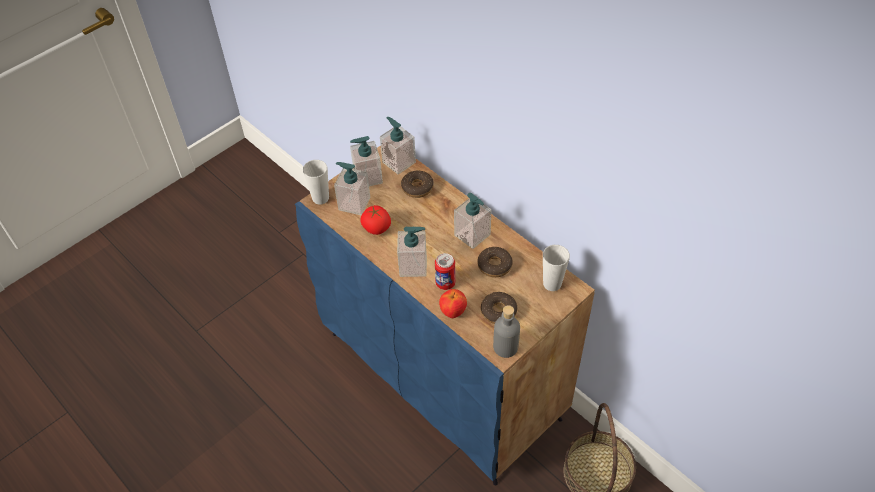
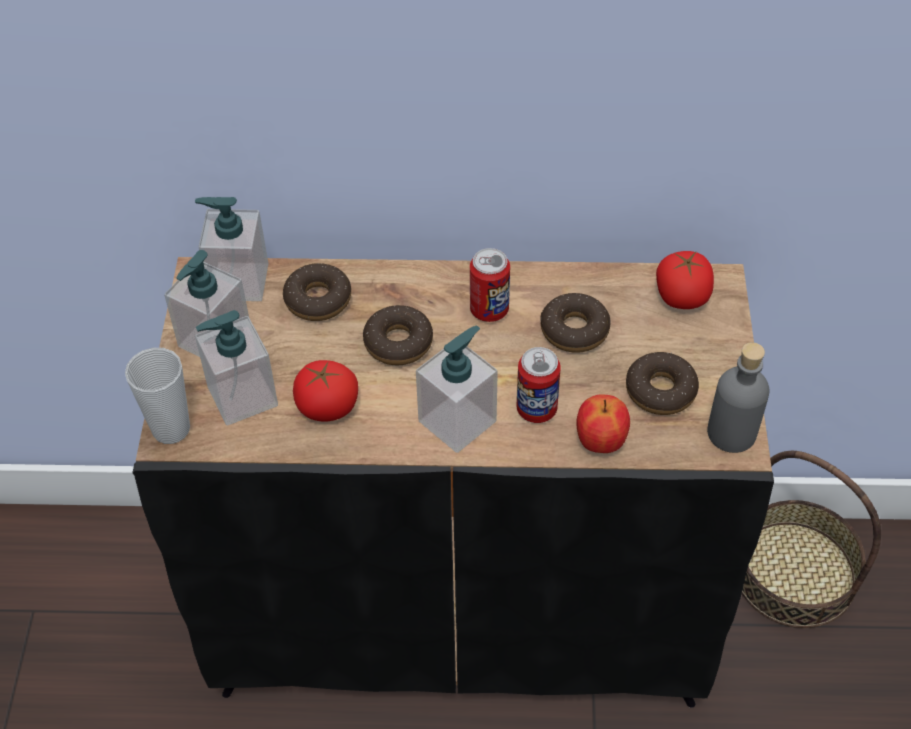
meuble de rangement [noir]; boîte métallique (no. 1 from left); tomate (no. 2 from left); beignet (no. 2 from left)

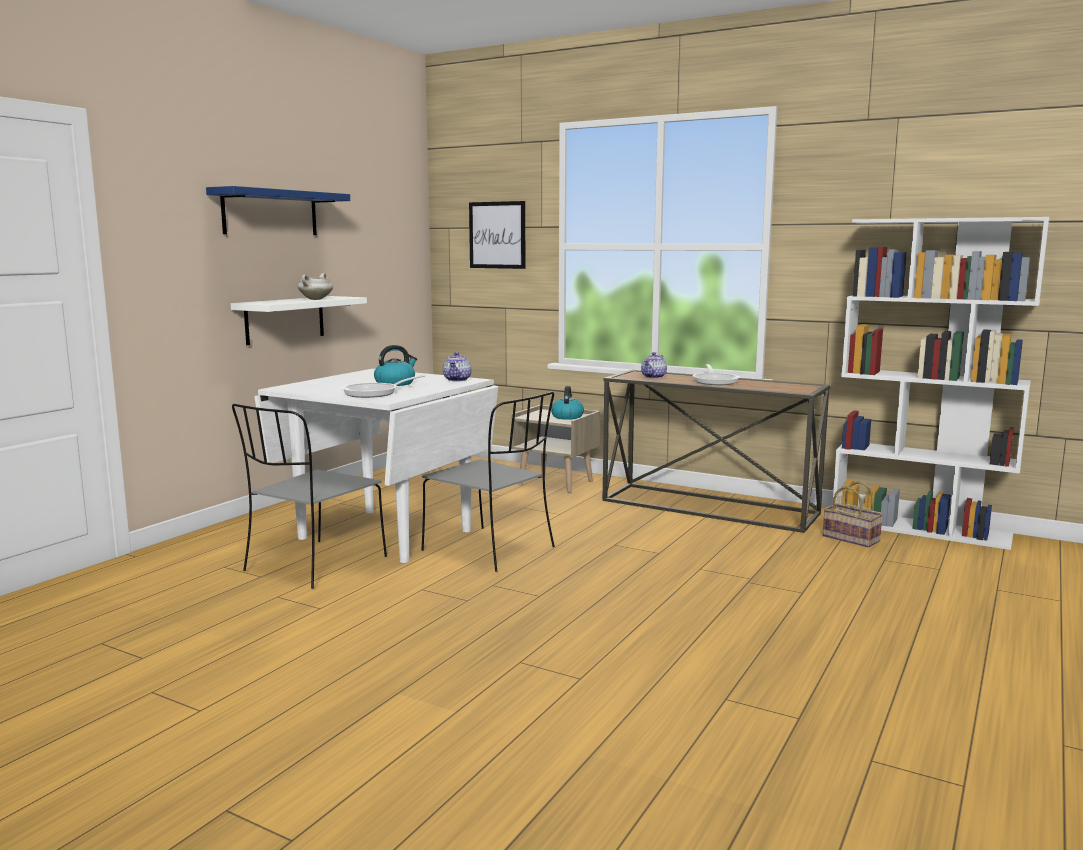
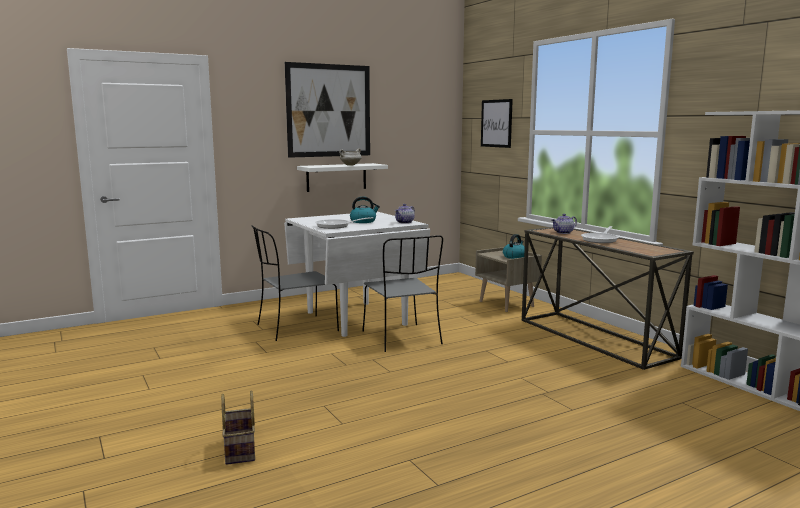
tableau (no. 1 from left); panier

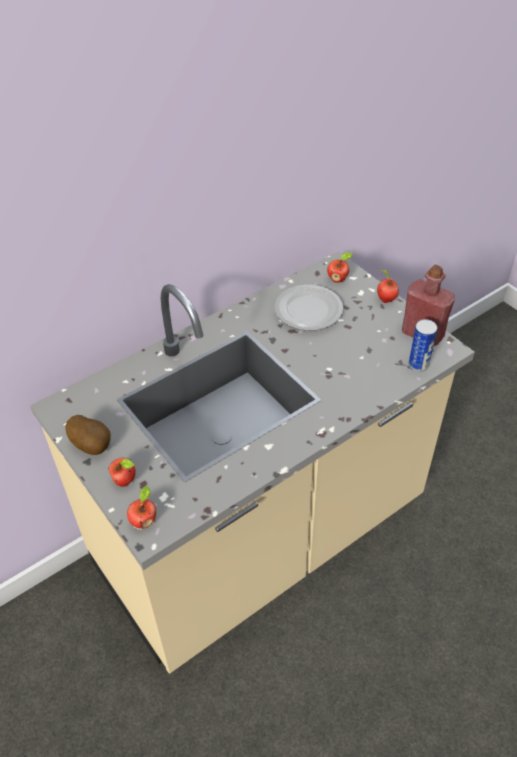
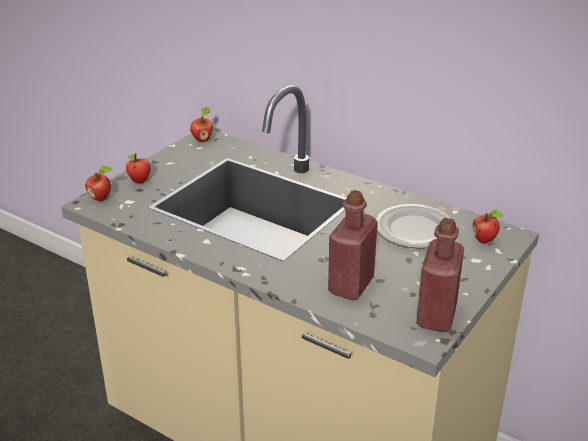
pomme (no. 3 from left); boîte métallique; pomme de terre; bouteille [rouge] (no. 1 from left)

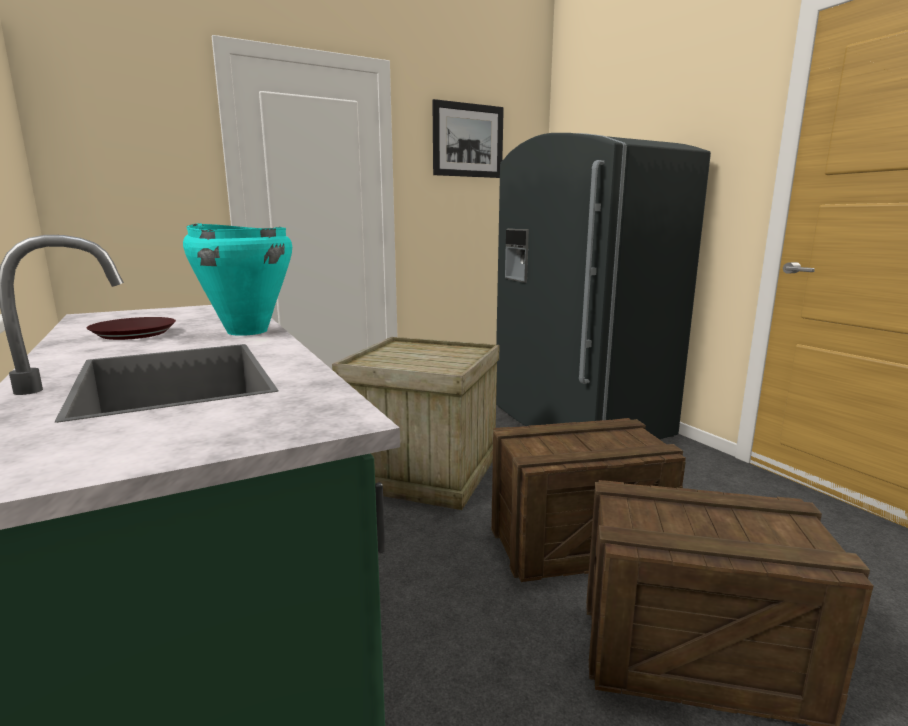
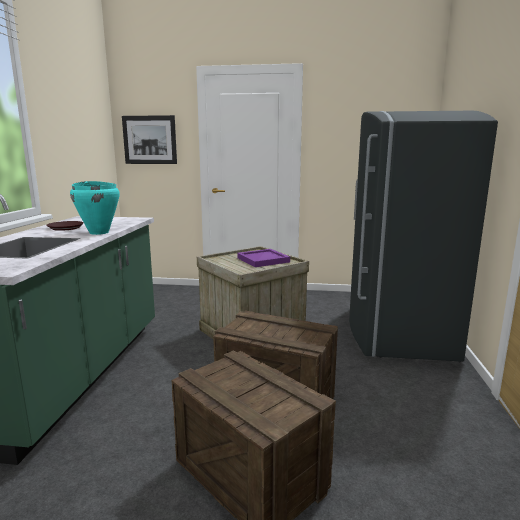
tableau; plateau [violet]

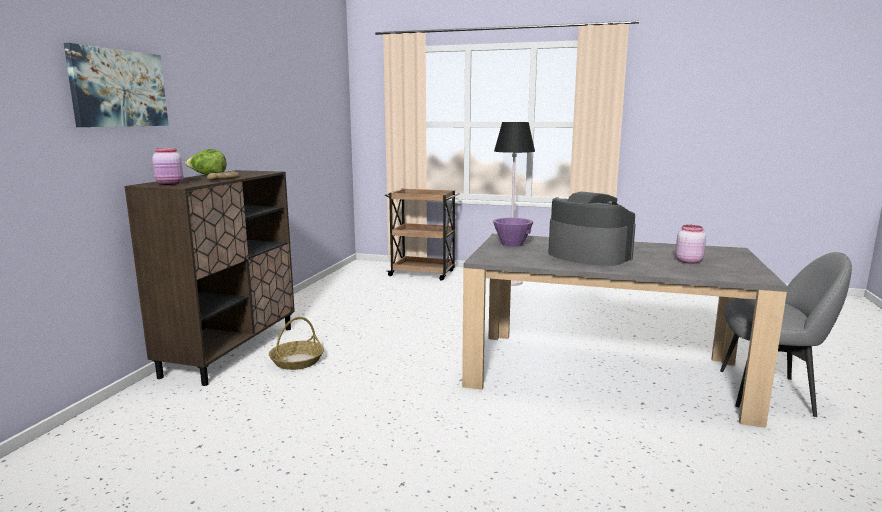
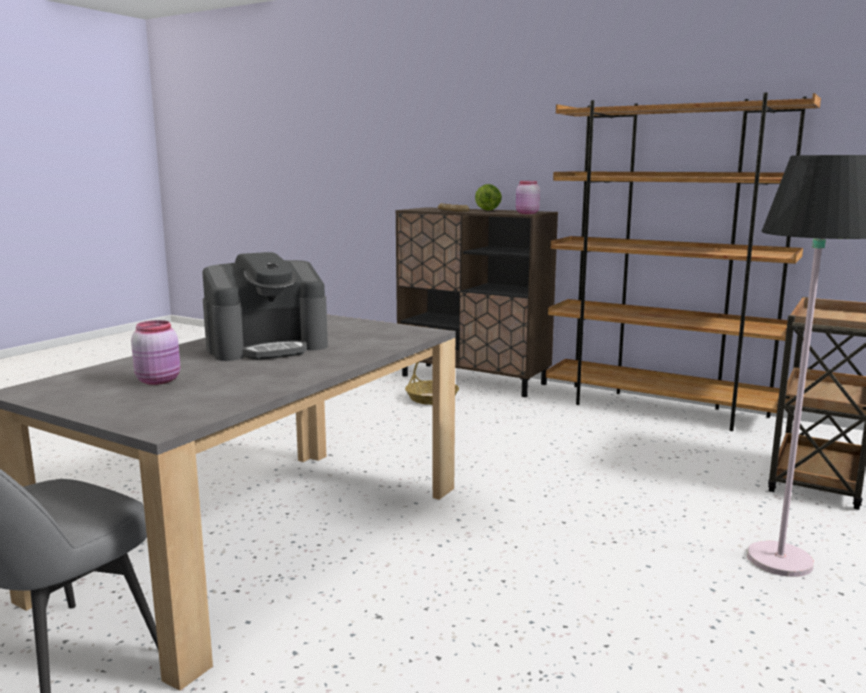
tableau; bocal [rose] (no. 2 from left); bol [violet]; bibliothèque [marron]

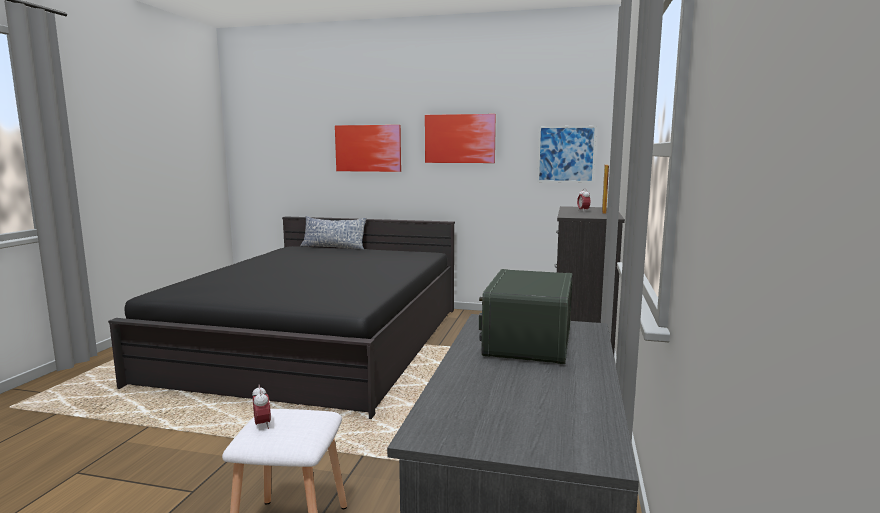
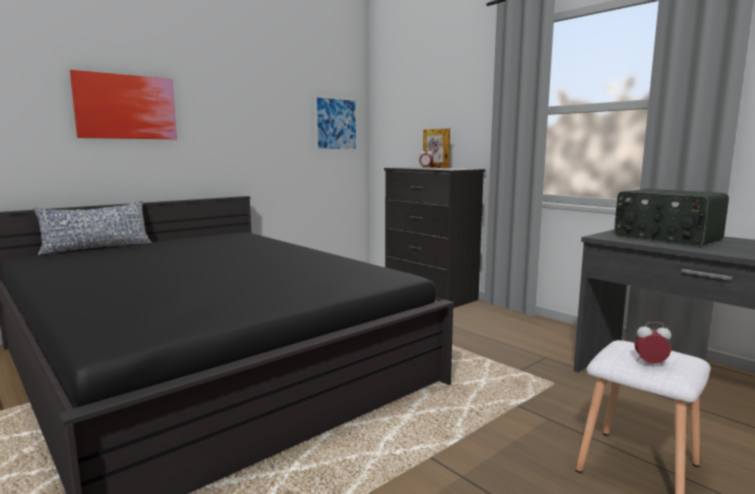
tableau (no. 2 from left in the first image)

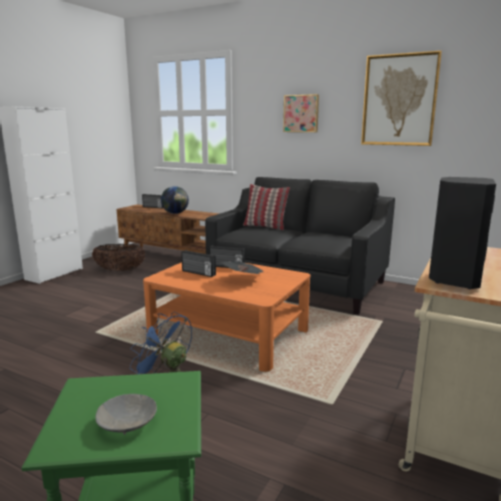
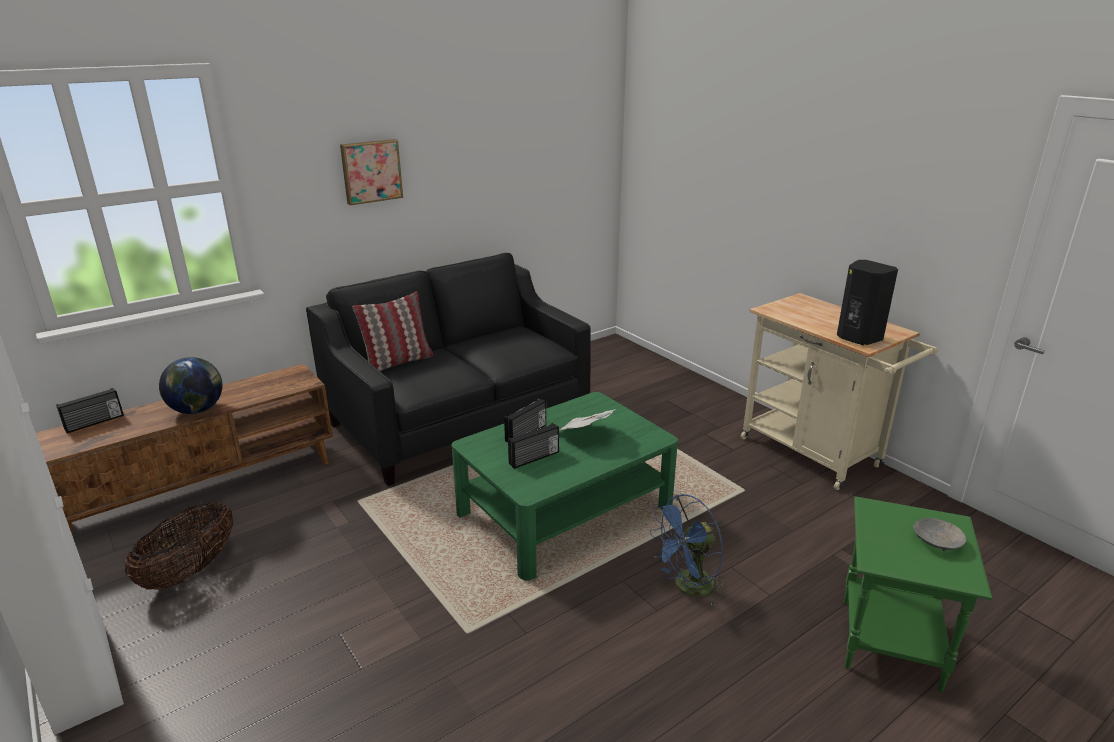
tableau (no. 2 from left in the first image); table basse [vert]

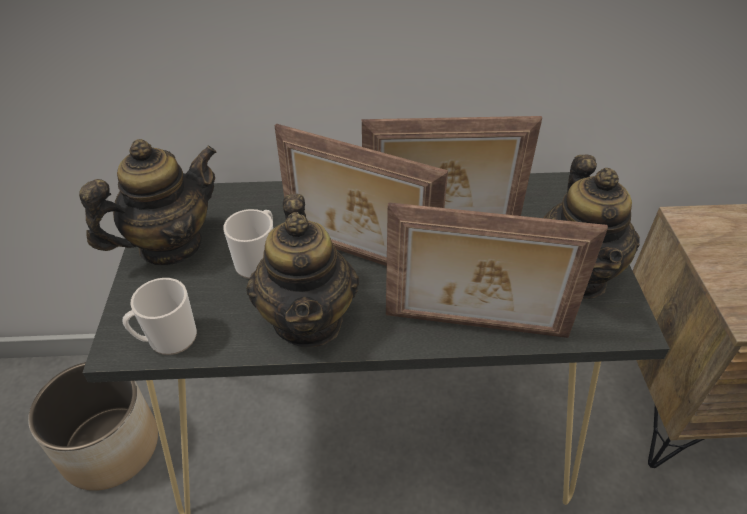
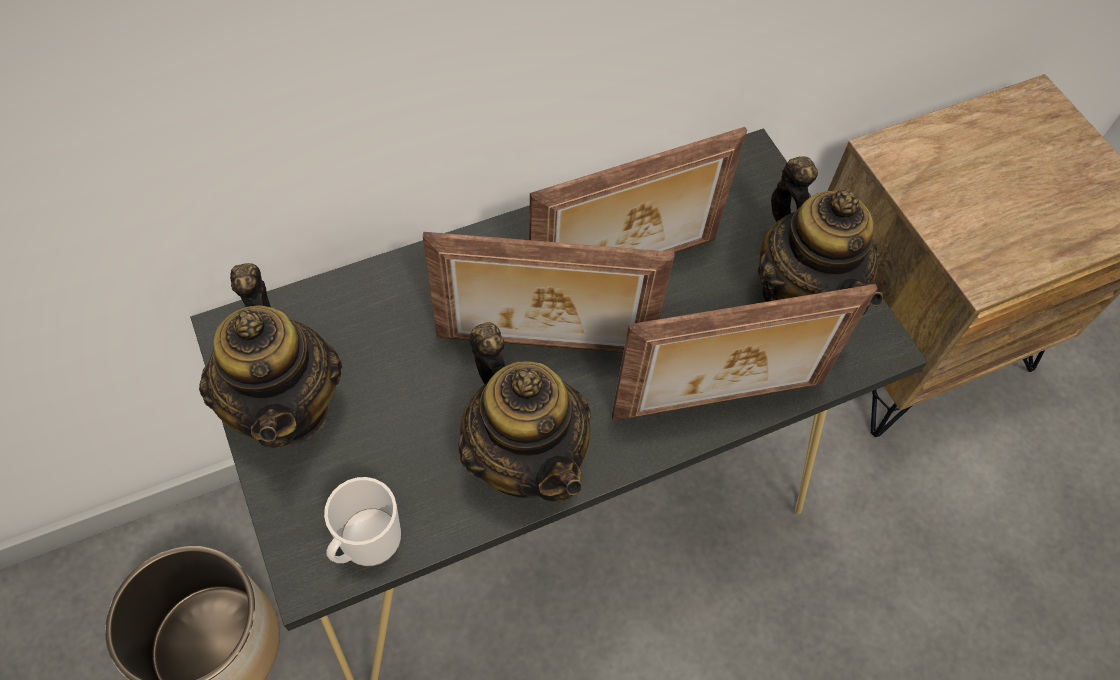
théière (no. 1 from left); mug (no. 2 from left in the first image)

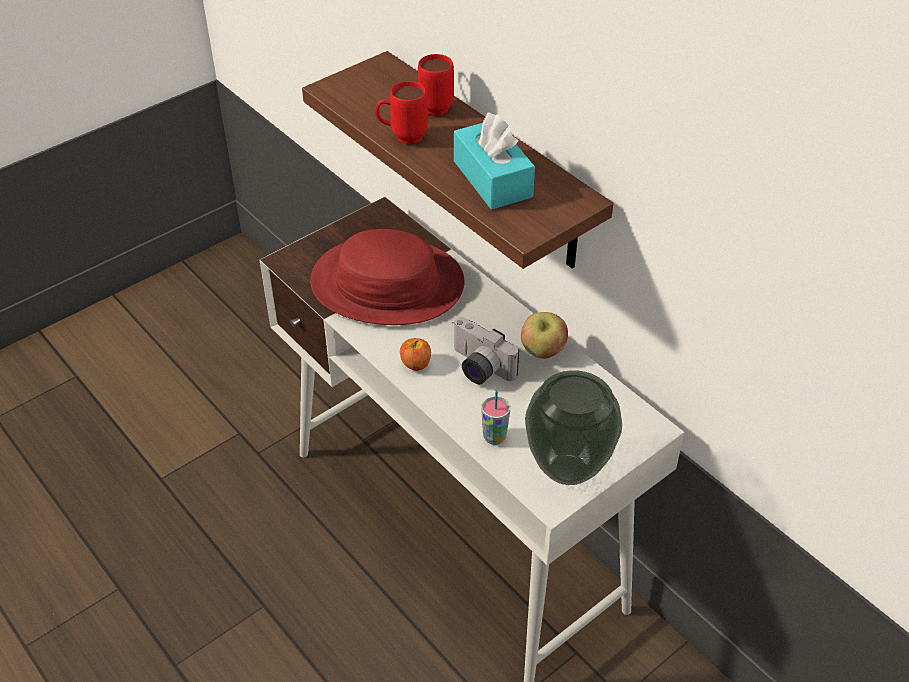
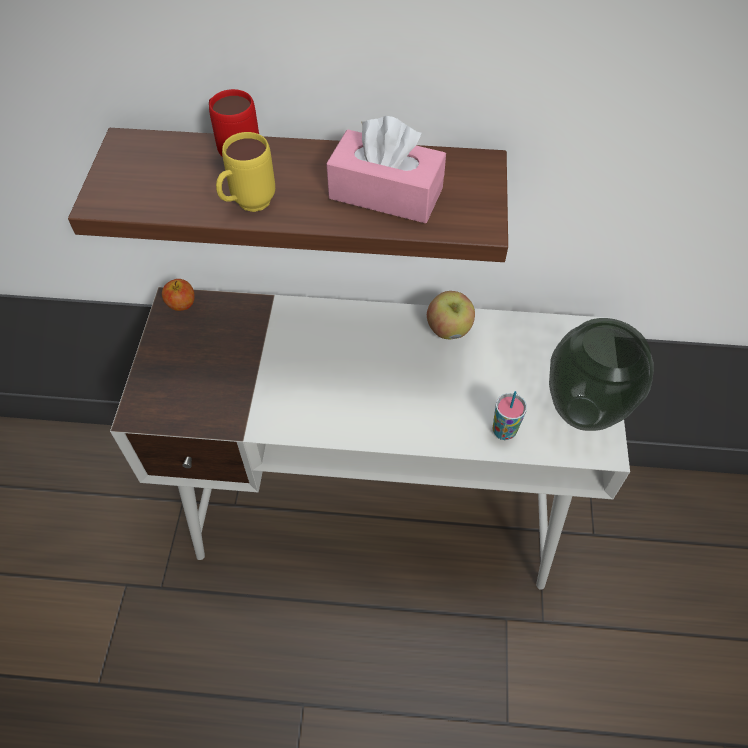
mug [jaune]; boîte à mouchoirs [rose]; chapeau [rouge]; appareil photo; pomme (no. 1 from left)

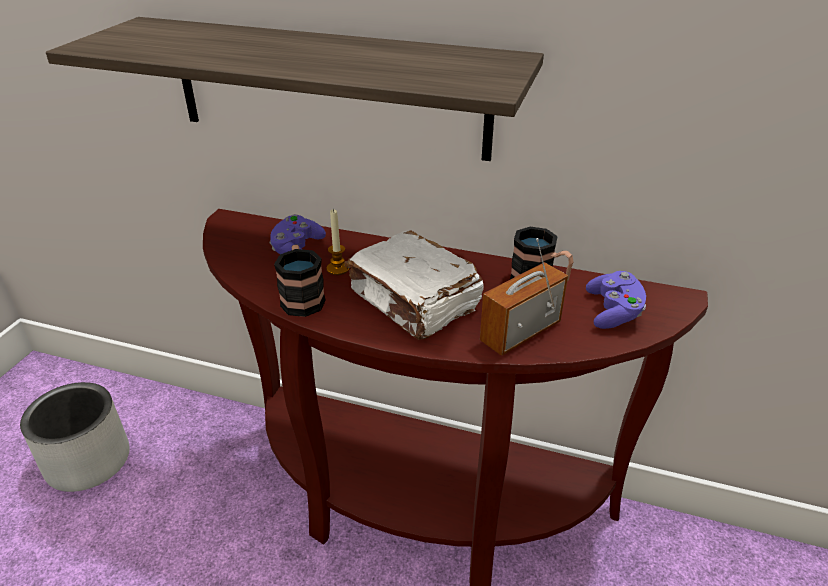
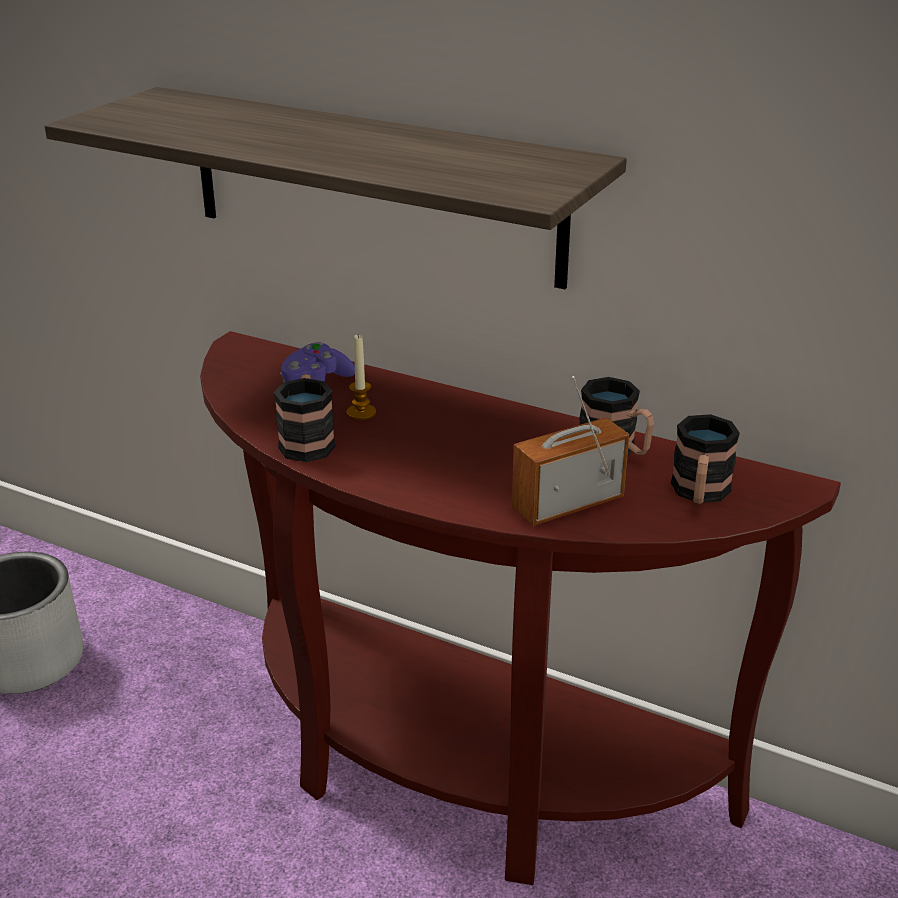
livre [blanc]; mug (no. 3 from left)

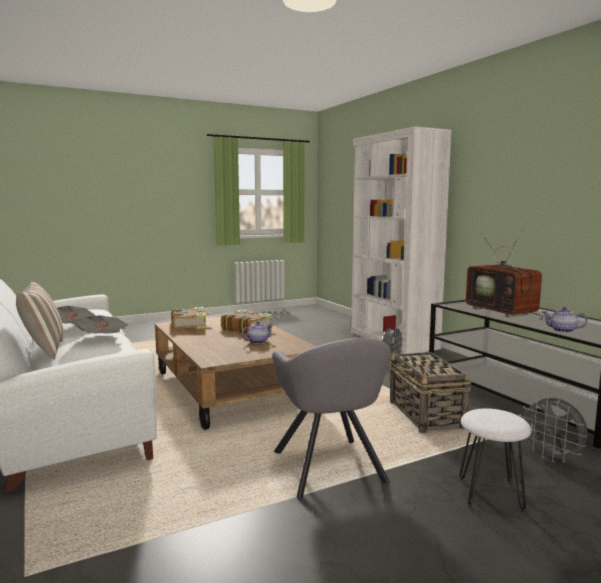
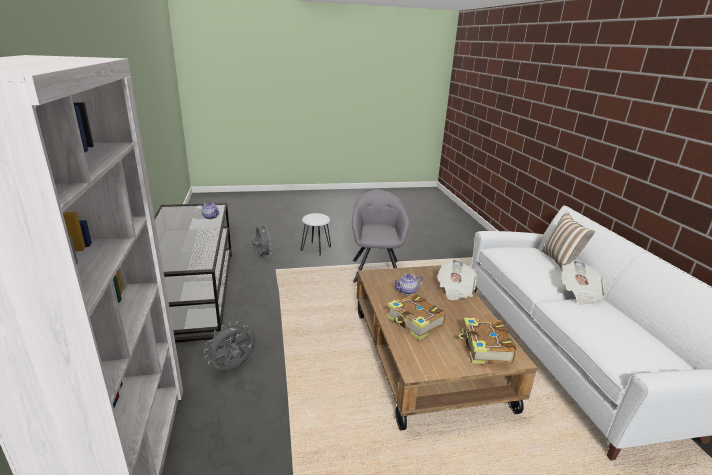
téléviseur; journal (no. 1 from left); panier

